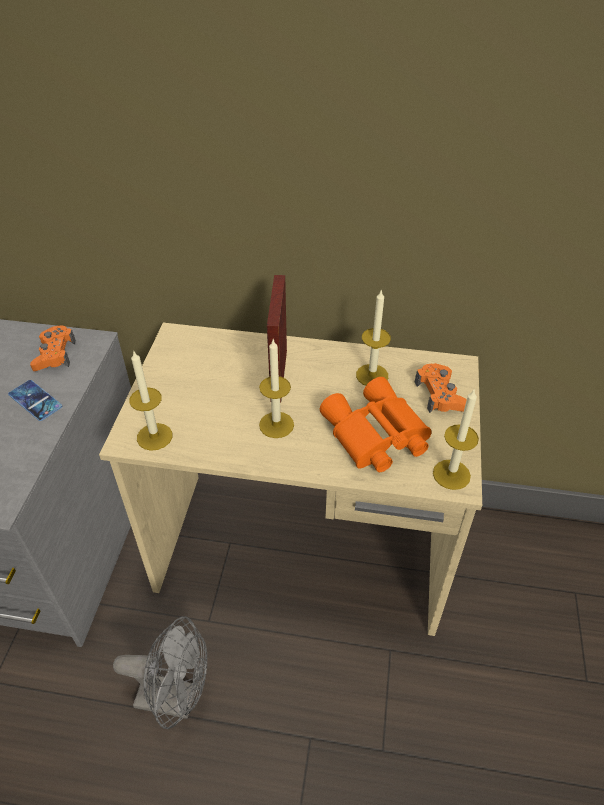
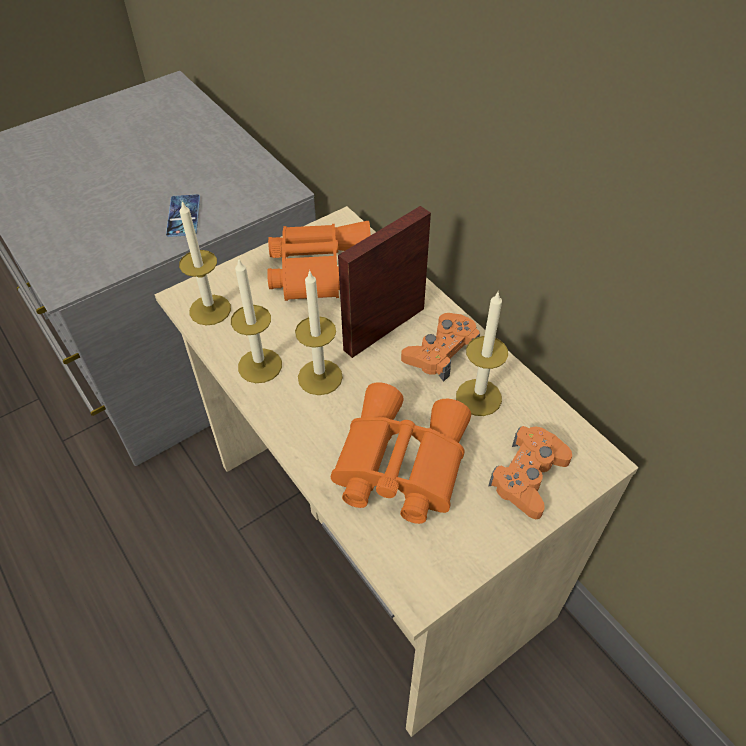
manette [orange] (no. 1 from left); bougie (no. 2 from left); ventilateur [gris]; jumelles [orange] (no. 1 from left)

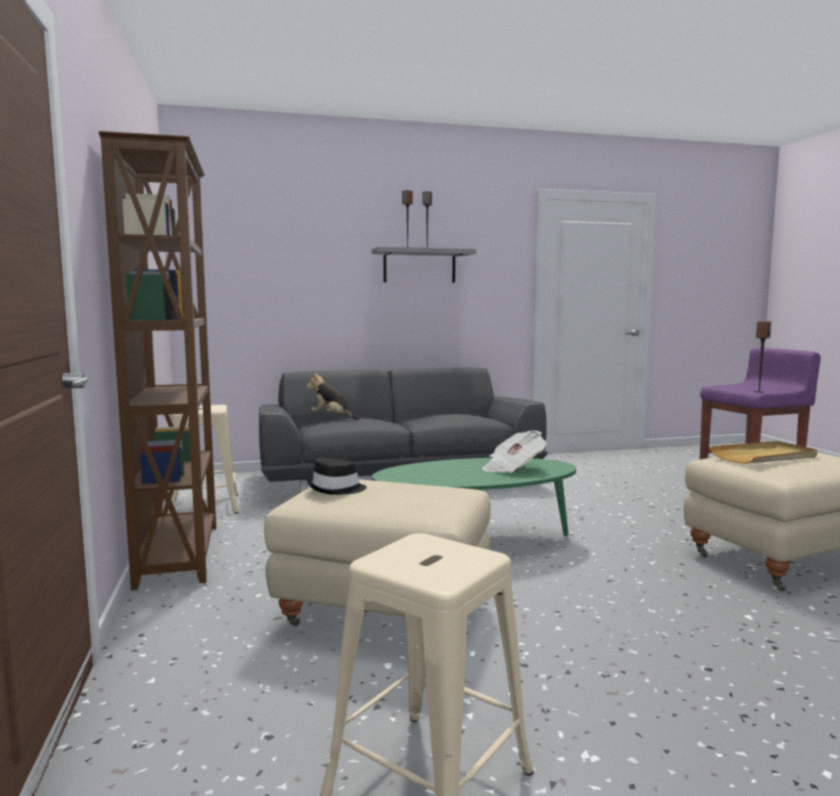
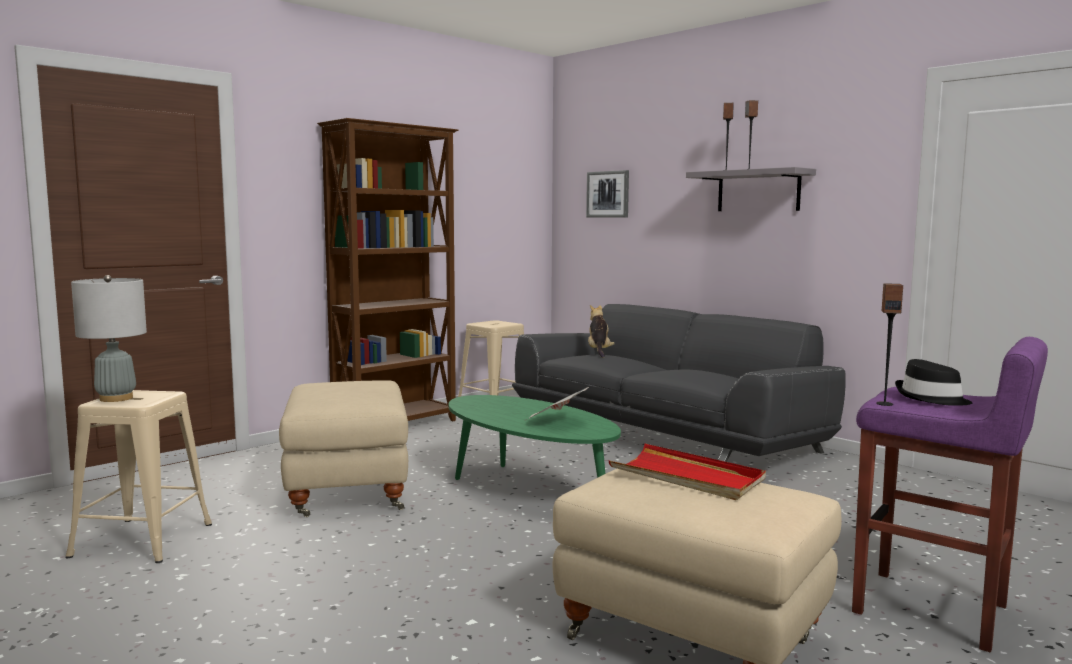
plateau [rouge]; chapeau [noir]; tableau; lampe de table [gris]

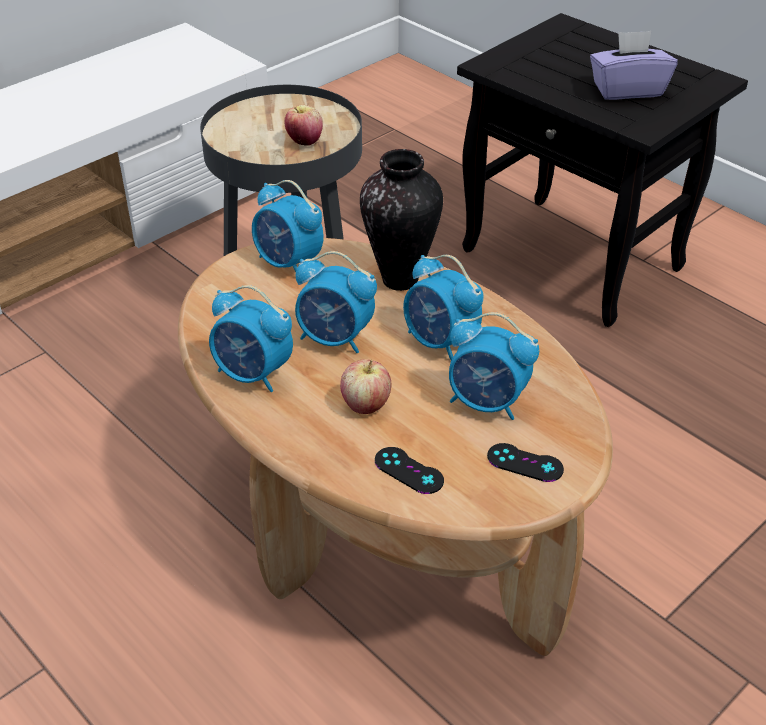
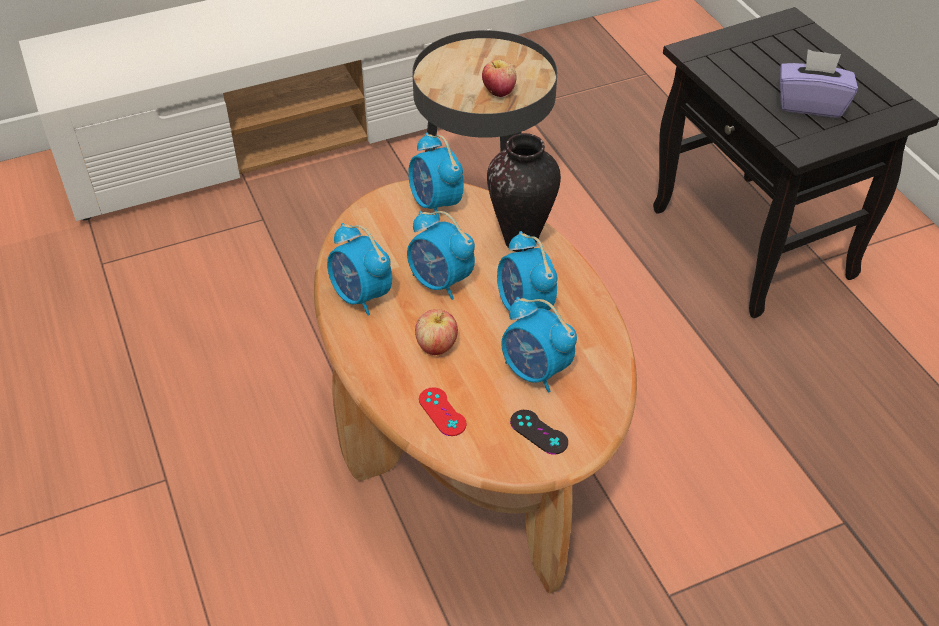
manette [rouge]

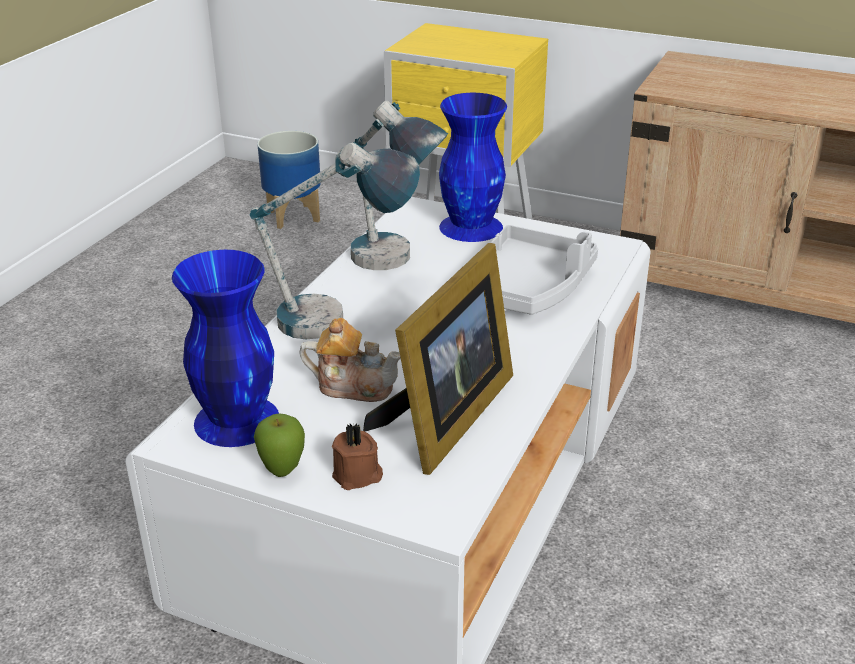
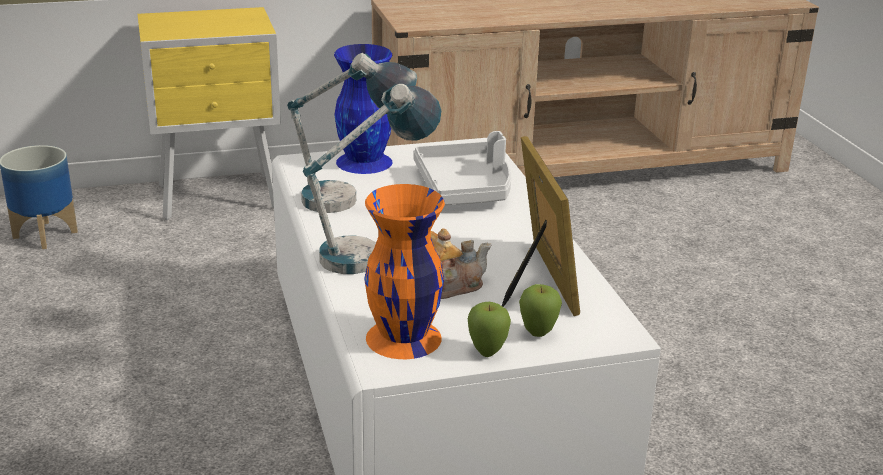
vase [orange]; pomme (no. 2 from left)

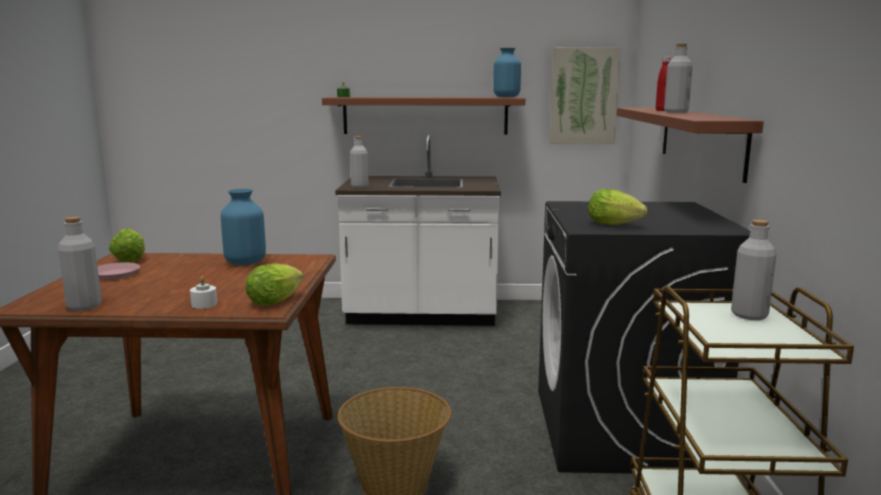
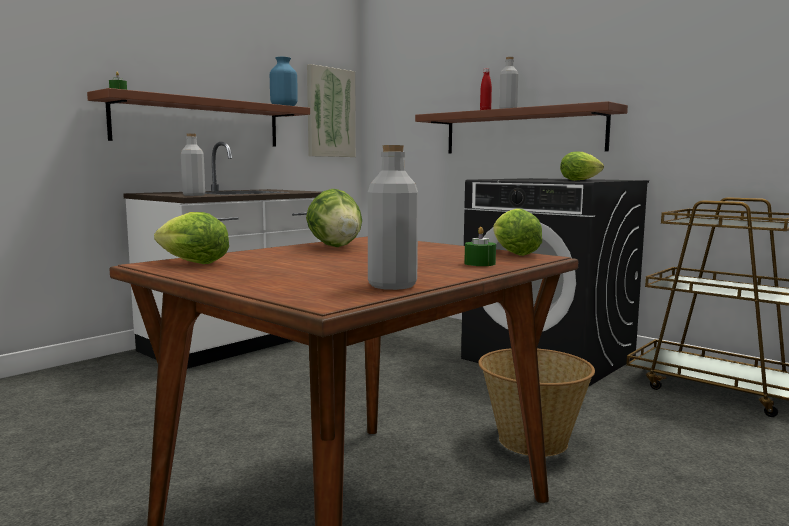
laitue (no. 2 from left); bouteille [gris] (no. 4 from left in the first image); assiette [rose]; bougie [vert] (no. 2 from left)

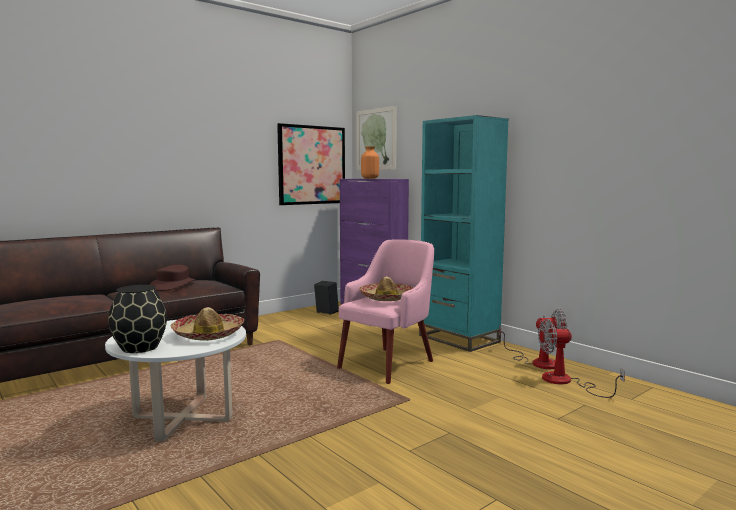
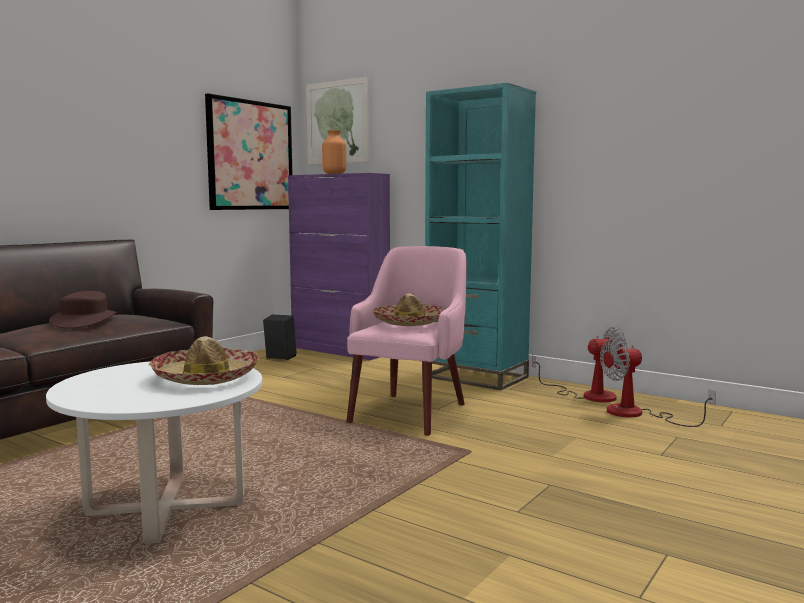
vase [noir]

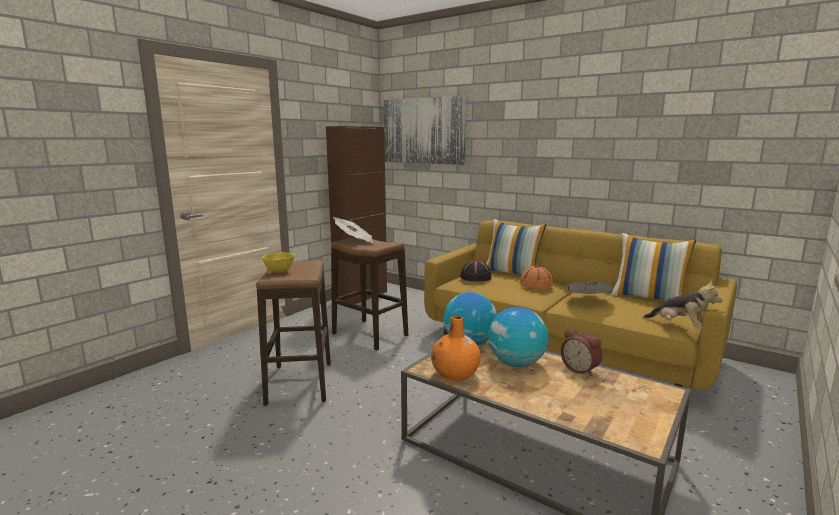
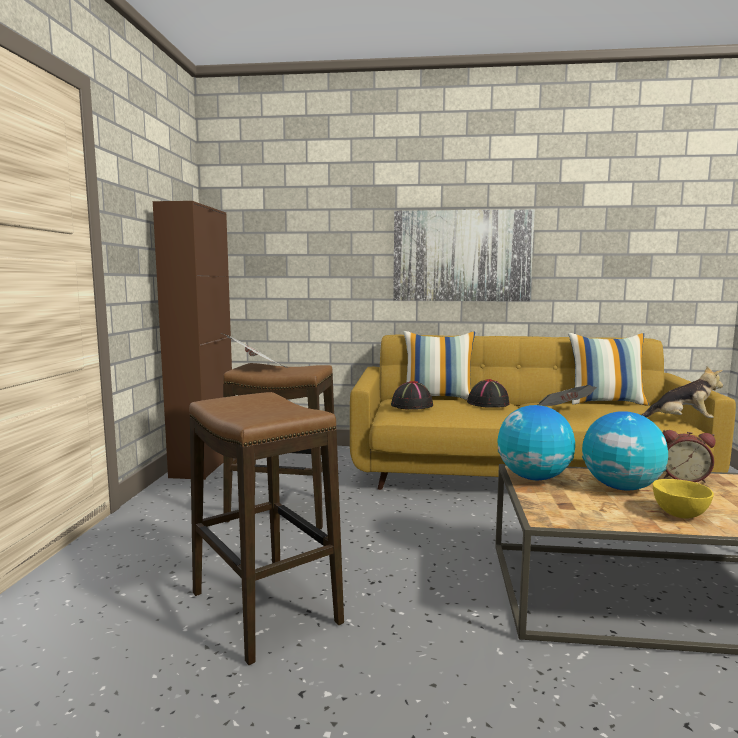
tableau; bol [jaune]; chapeau [noir] (no. 2 from left); vase [orange]

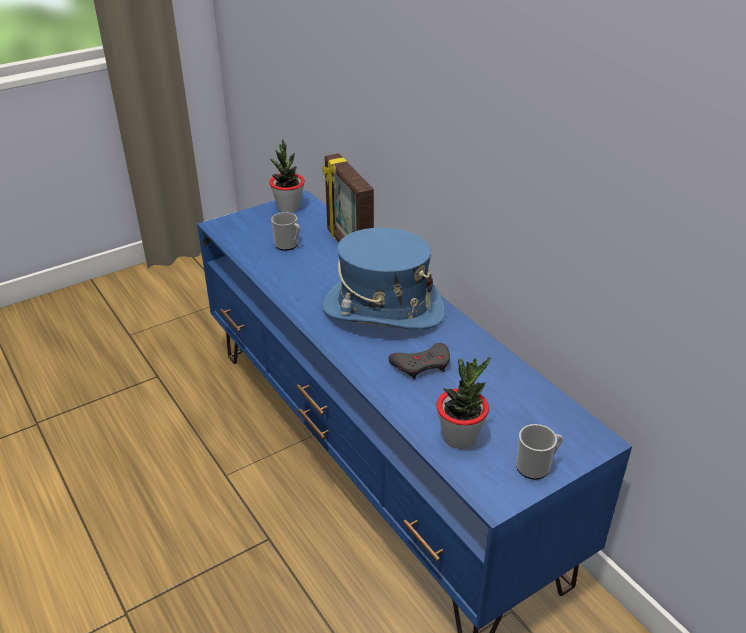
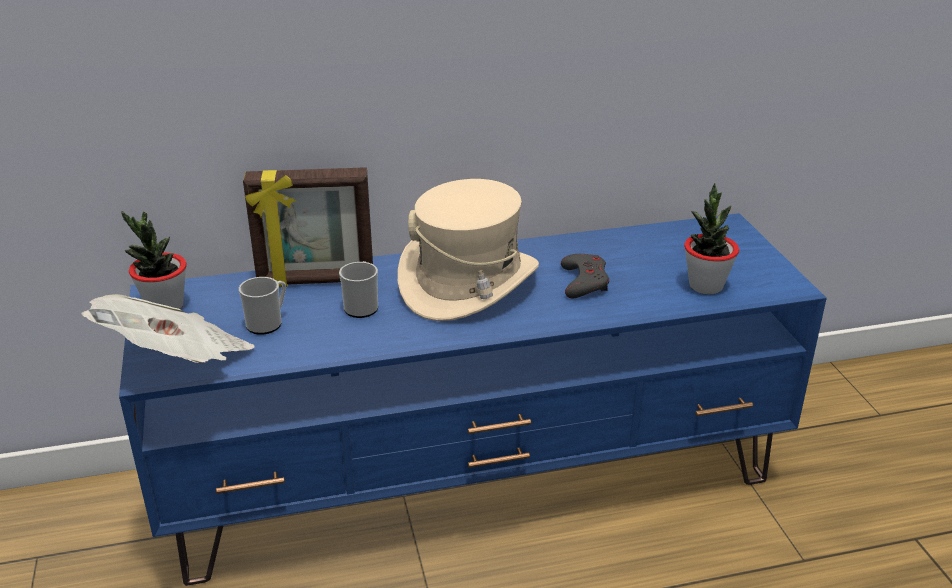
chapeau [beige]; mug (no. 2 from left); journal

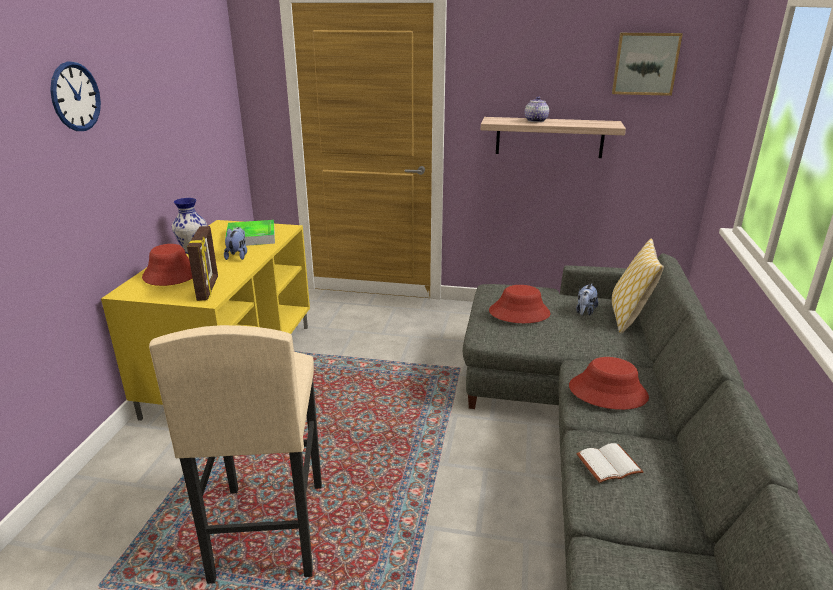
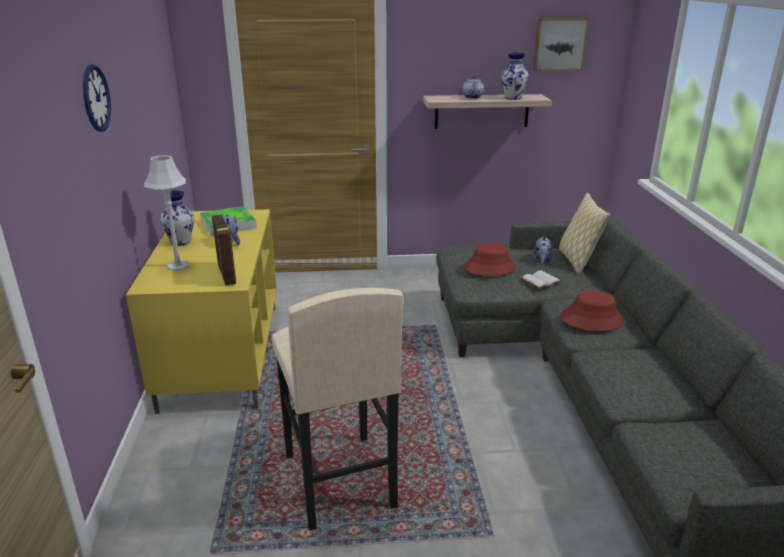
lampe de table [gris]; livre [blanc]; vase (no. 2 from left)

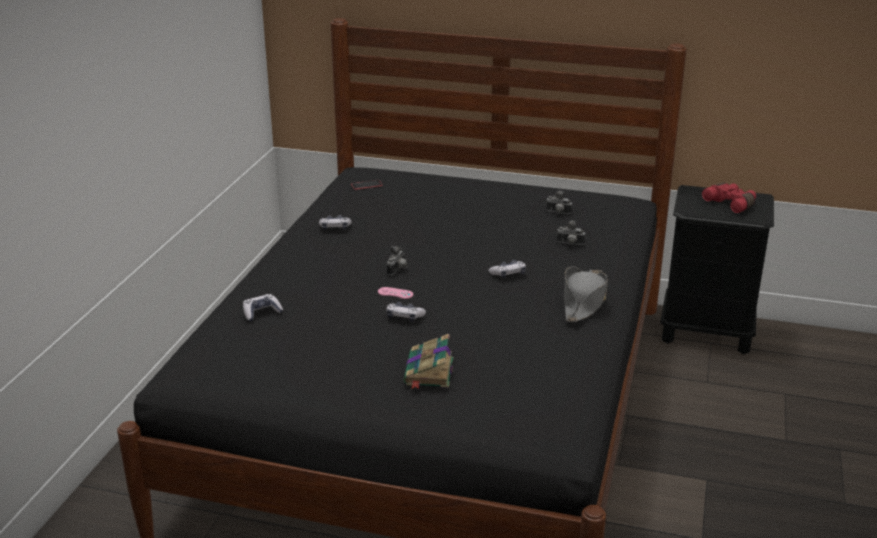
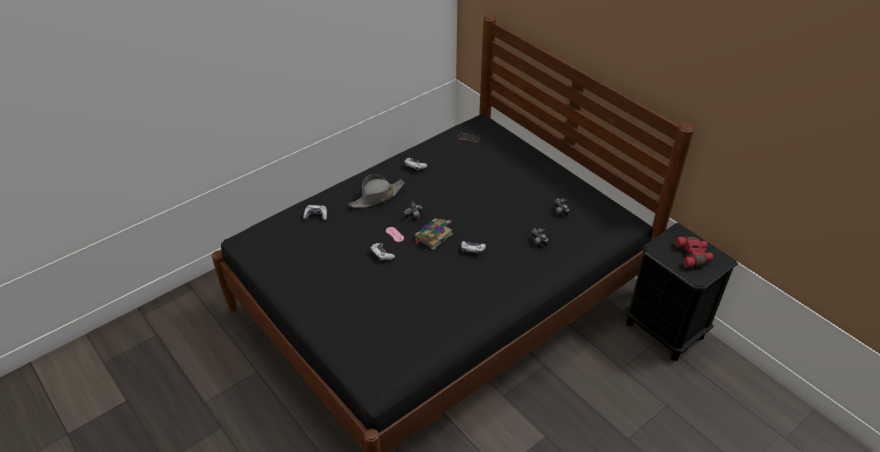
chapeau [gris]; livre

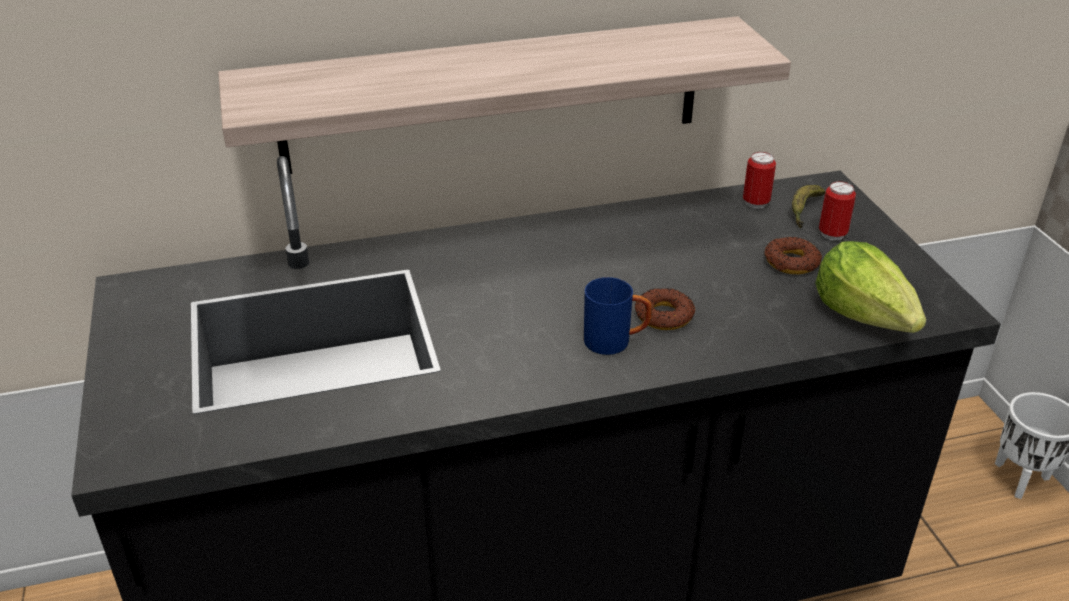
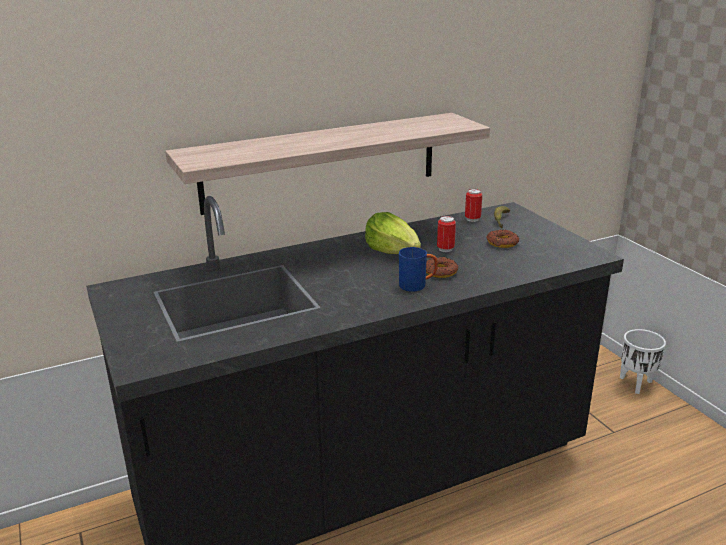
boîte métallique (no. 1 from left); laitue

